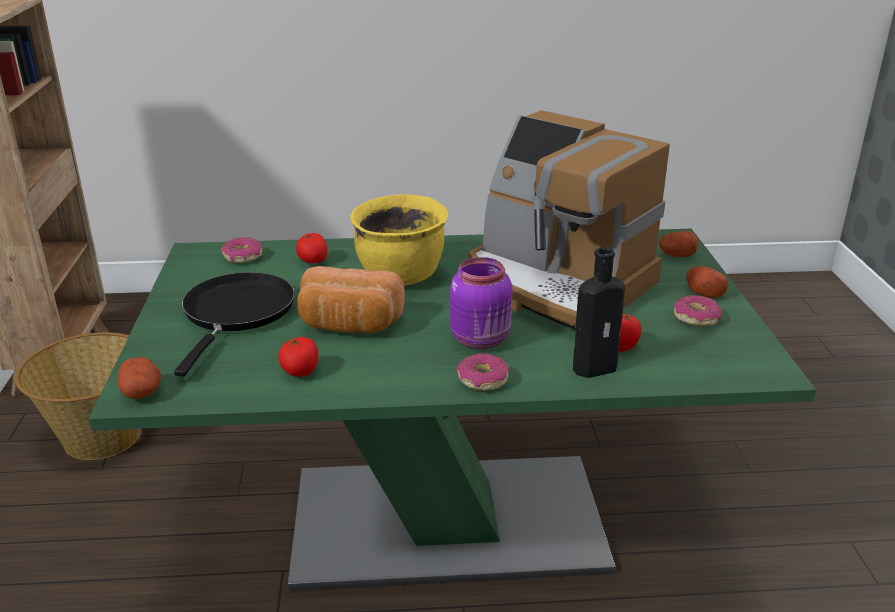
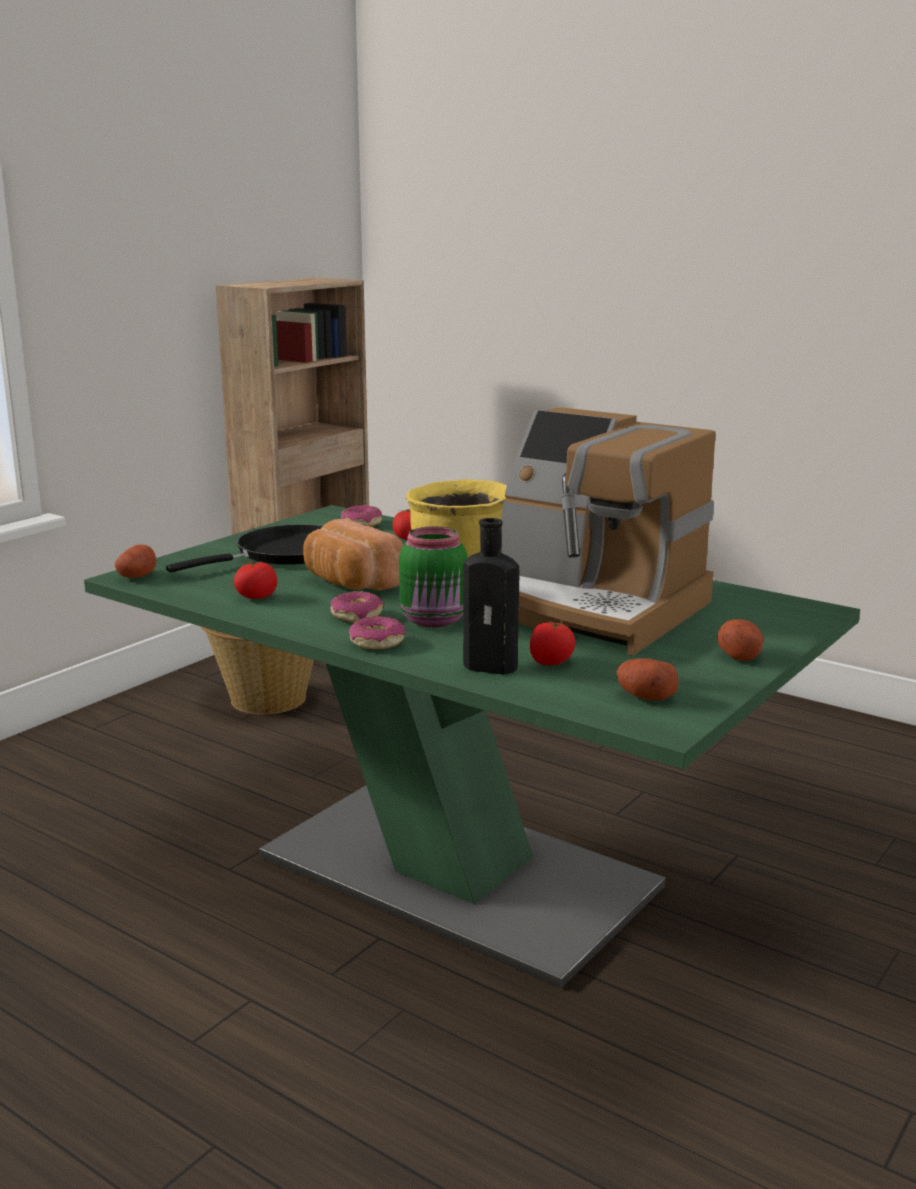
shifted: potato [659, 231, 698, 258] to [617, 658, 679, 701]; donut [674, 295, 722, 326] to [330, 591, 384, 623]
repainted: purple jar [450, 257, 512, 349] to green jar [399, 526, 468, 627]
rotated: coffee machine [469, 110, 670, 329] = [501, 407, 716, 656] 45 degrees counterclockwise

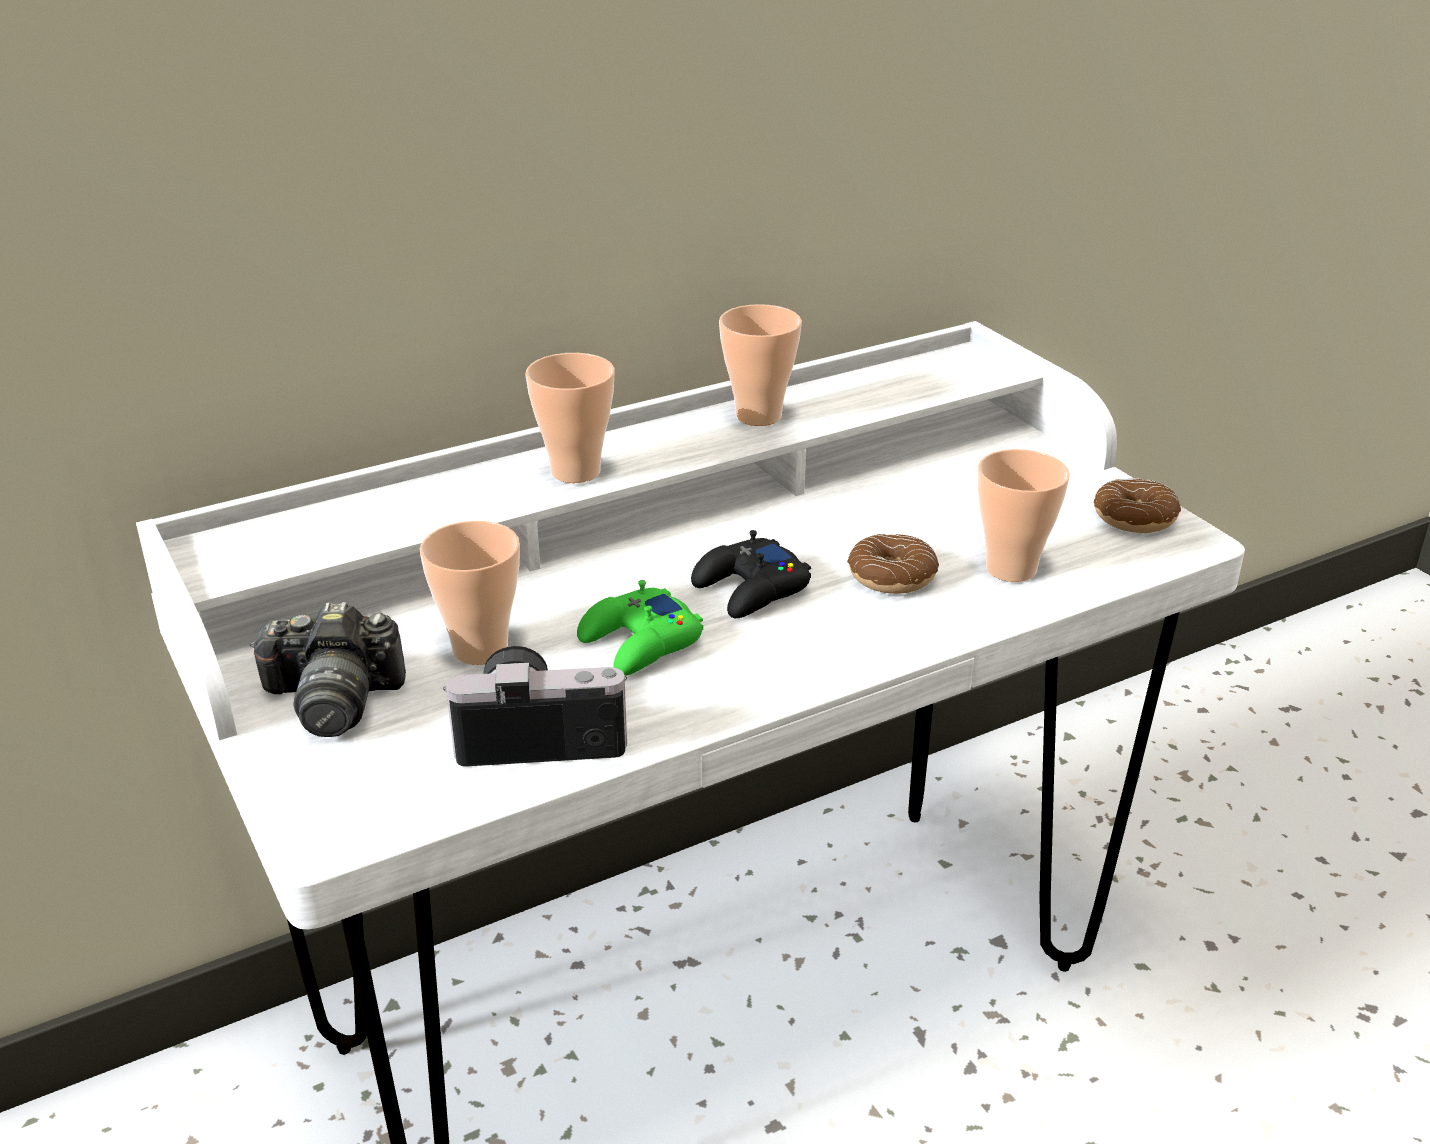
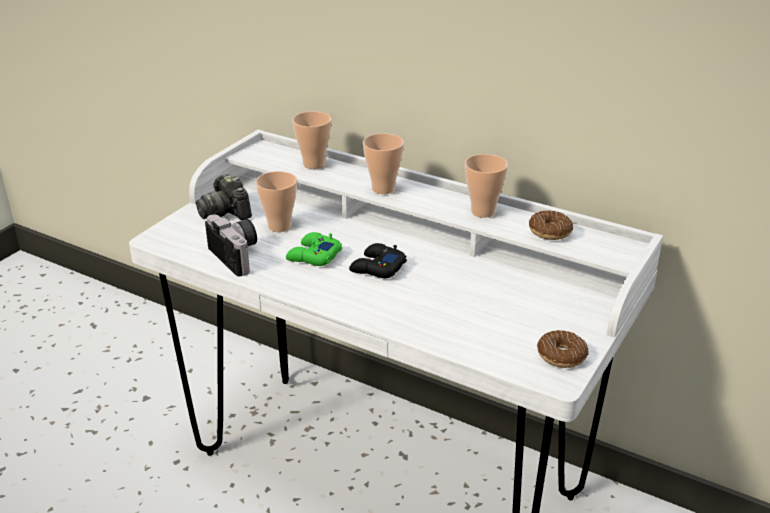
shifted: drinking cup [977, 449, 1070, 582] to [292, 111, 332, 169]; donut [847, 534, 939, 594] to [529, 211, 573, 240]

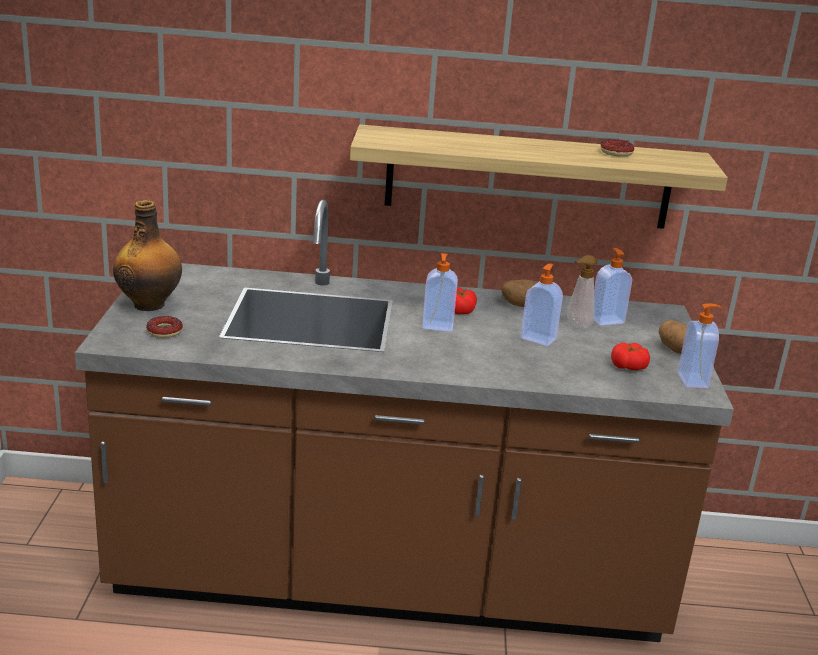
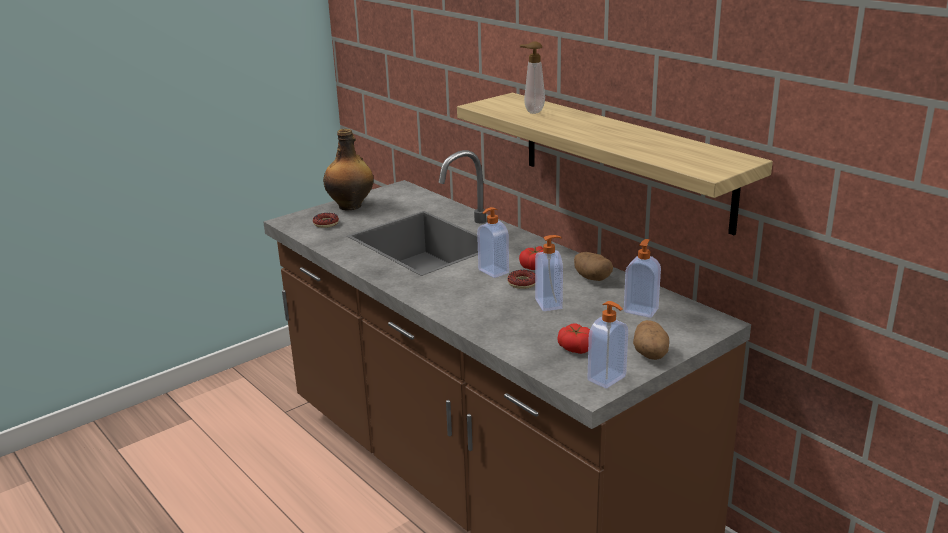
shifted: donut [601, 139, 634, 157] to [507, 270, 535, 289]; soap dispenser [567, 255, 597, 330] to [520, 41, 545, 114]

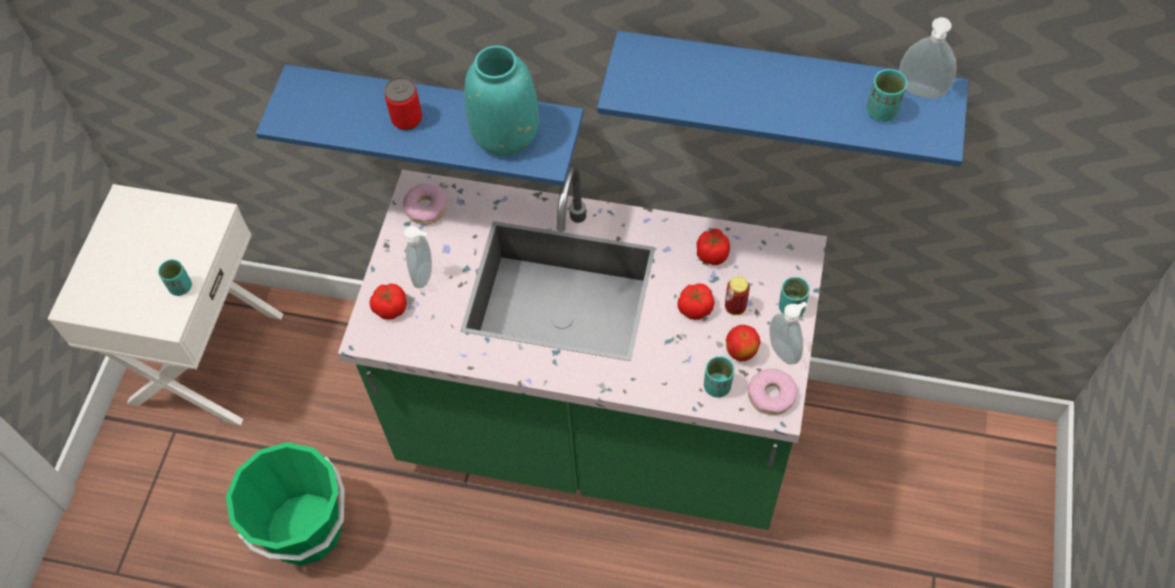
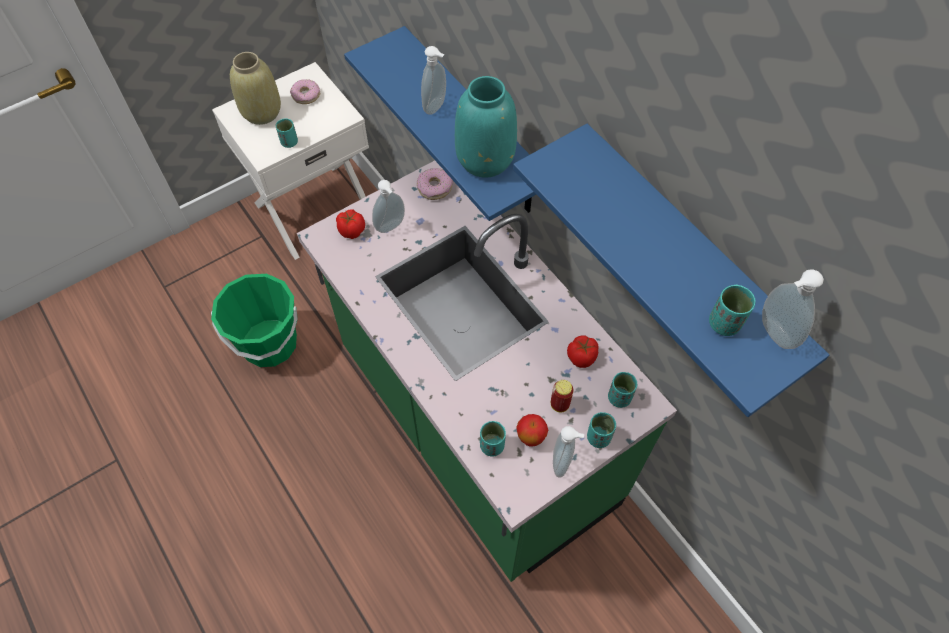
gone: whole tomato [677, 283, 715, 320]
new: sand-coloured vase [230, 52, 281, 125]; blue-green drinking cup [608, 372, 637, 408]
shifted: donut [748, 369, 797, 415] to [290, 79, 320, 104]
swapped: metal can [384, 77, 422, 130] to soap dispenser [421, 46, 446, 115]

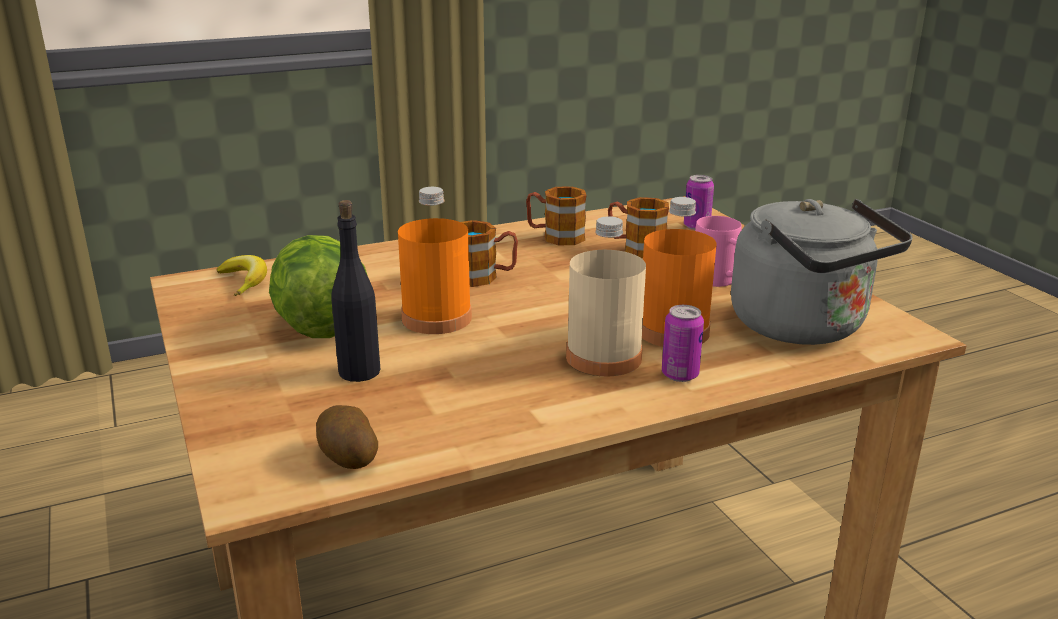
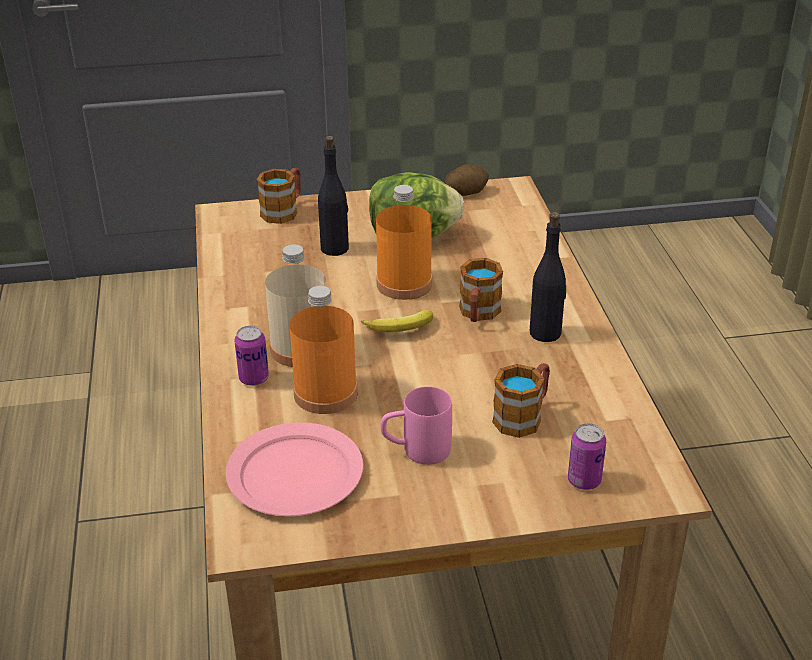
new: black drink bottle [530, 212, 566, 342]
shifted: coffee mug [526, 186, 587, 245] to [257, 168, 301, 224]; banana fruit [216, 255, 267, 296] to [361, 310, 433, 332]; potato [316, 405, 378, 469] to [445, 165, 489, 196]
swapped: grey water kettle [731, 199, 913, 345] to pinkish dinner plate [226, 422, 363, 516]

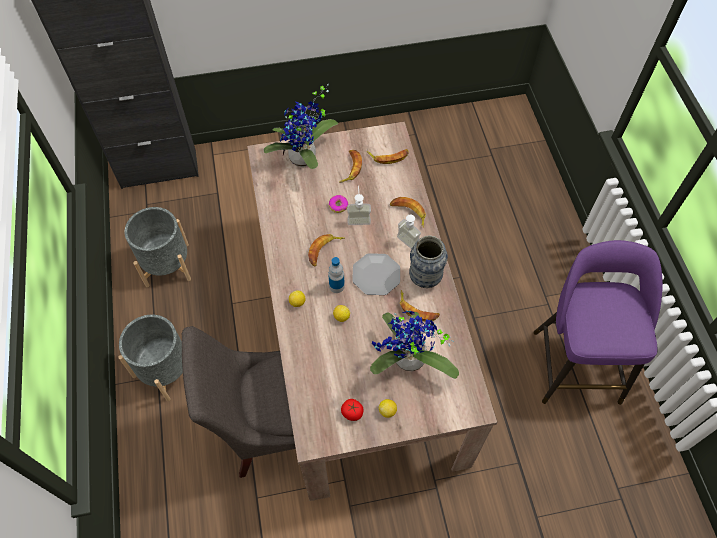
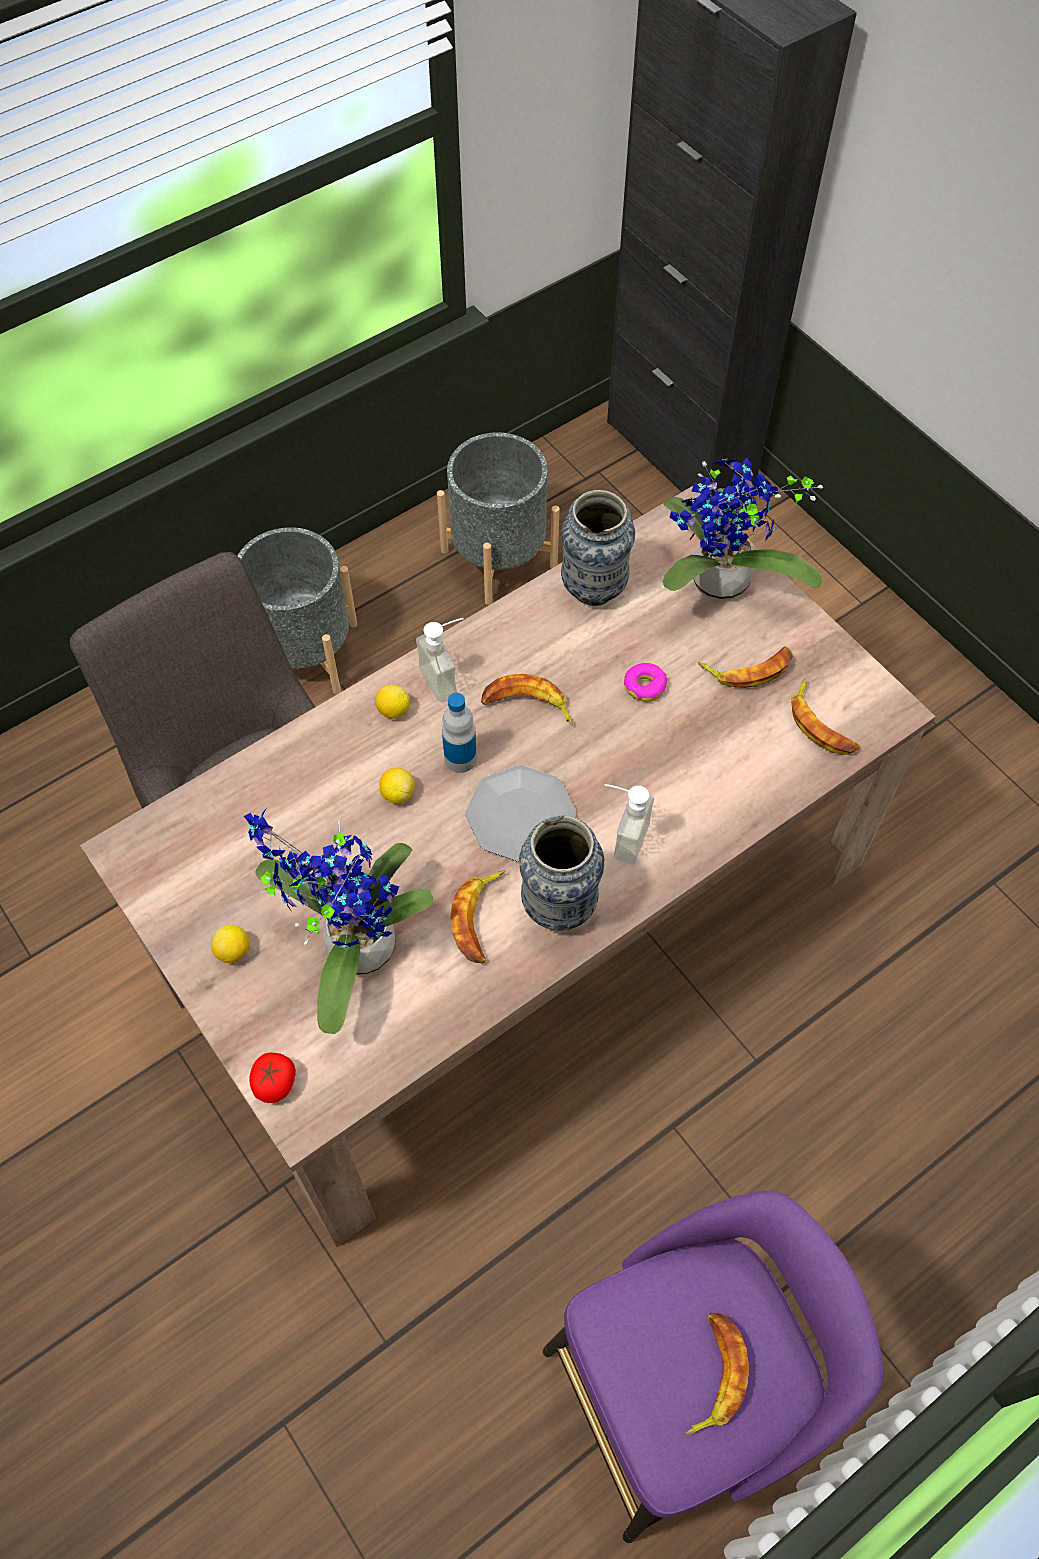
new: vase [561, 490, 635, 606]
shifted: soap dispenser [347, 186, 371, 225] to [416, 618, 464, 702]; banana fruit [390, 197, 426, 228] to [685, 1313, 749, 1435]; whole tomato [341, 399, 364, 421] to [249, 1053, 296, 1103]

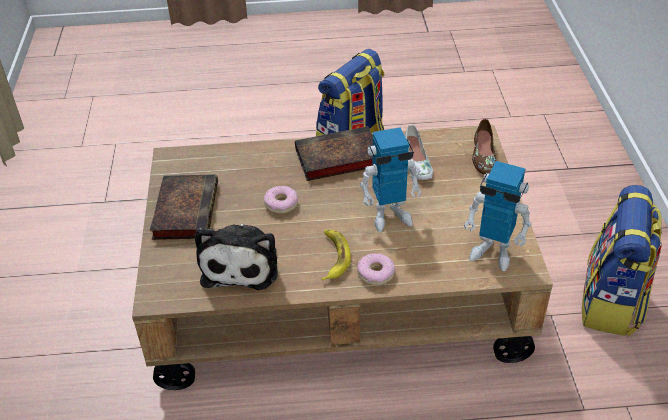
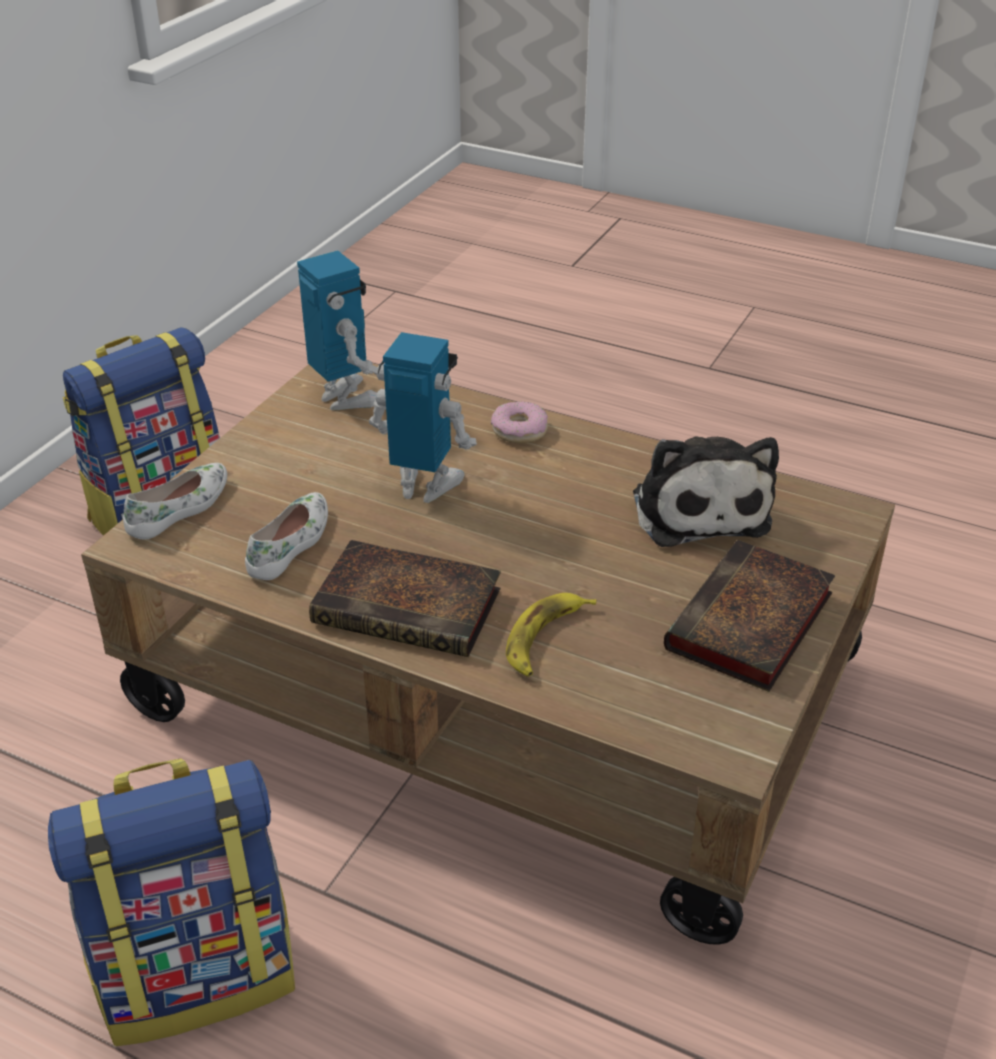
gone: donut [264, 186, 298, 214]
shifted: banana fruit [321, 230, 351, 281] to [506, 593, 596, 677]
repainted: brownish low shoe [472, 119, 497, 174] to white-coloured low shoe [123, 463, 227, 540]
rotated: cuddly toy [195, 224, 278, 290] = [633, 437, 779, 547] 135 degrees clockwise

